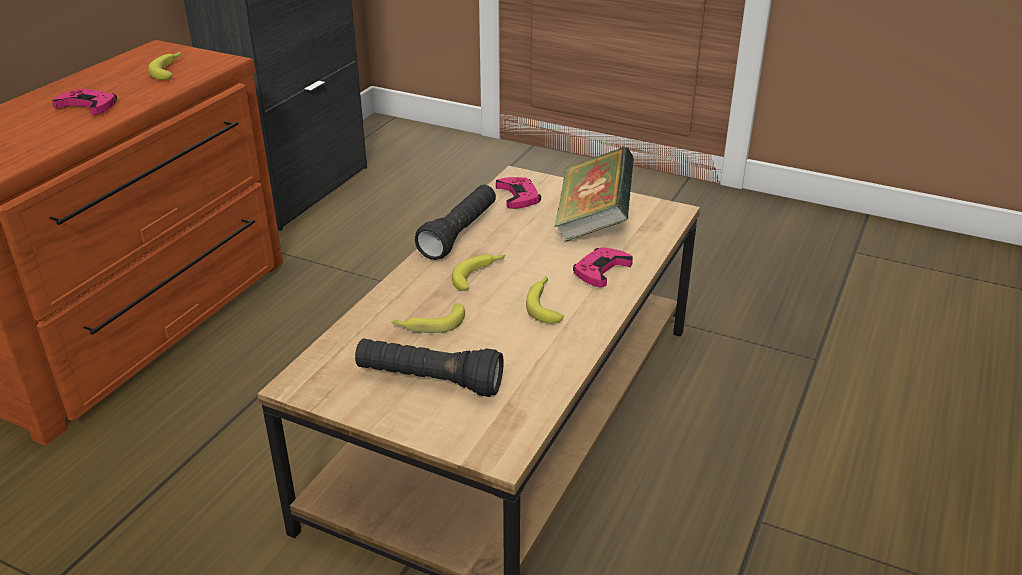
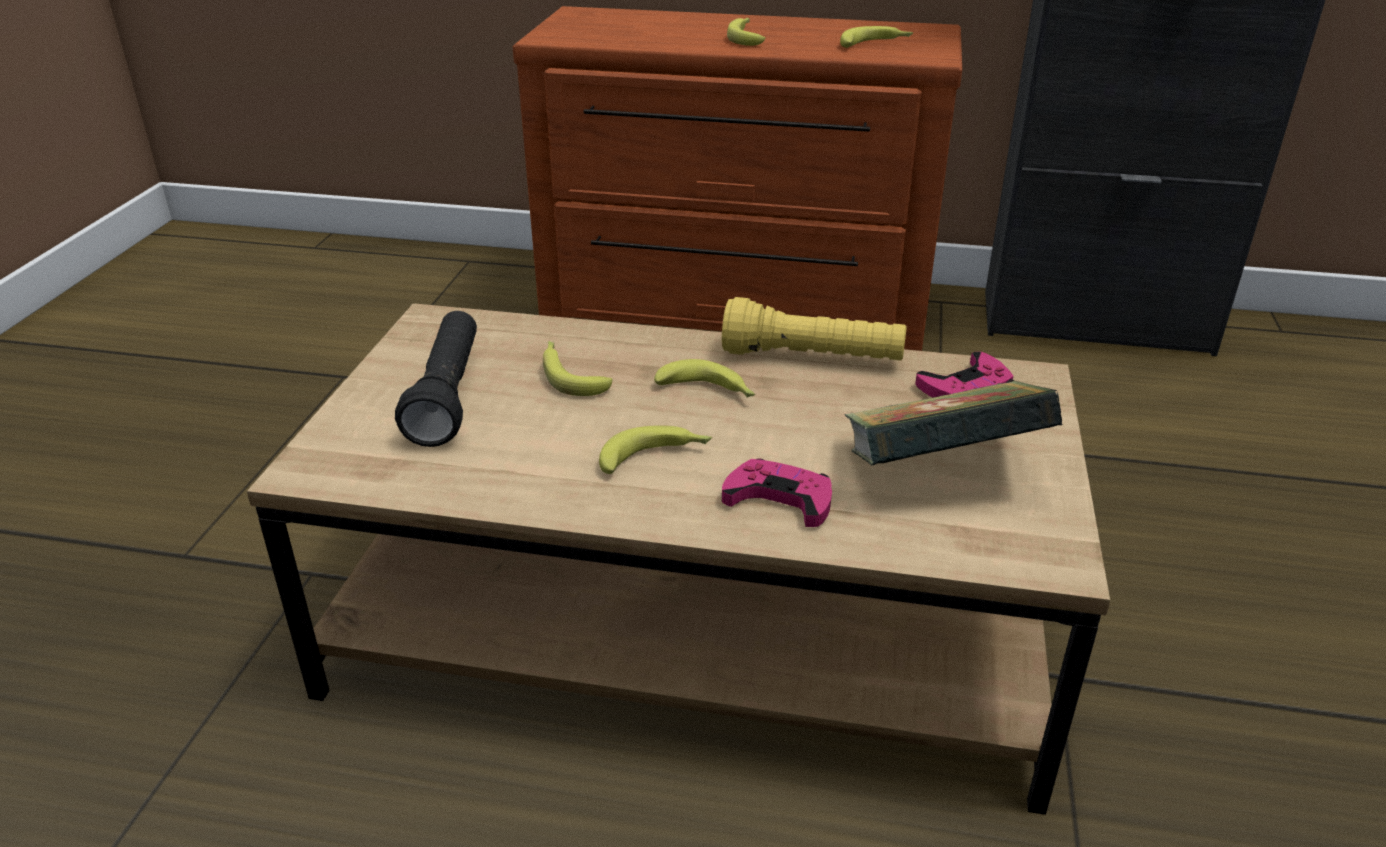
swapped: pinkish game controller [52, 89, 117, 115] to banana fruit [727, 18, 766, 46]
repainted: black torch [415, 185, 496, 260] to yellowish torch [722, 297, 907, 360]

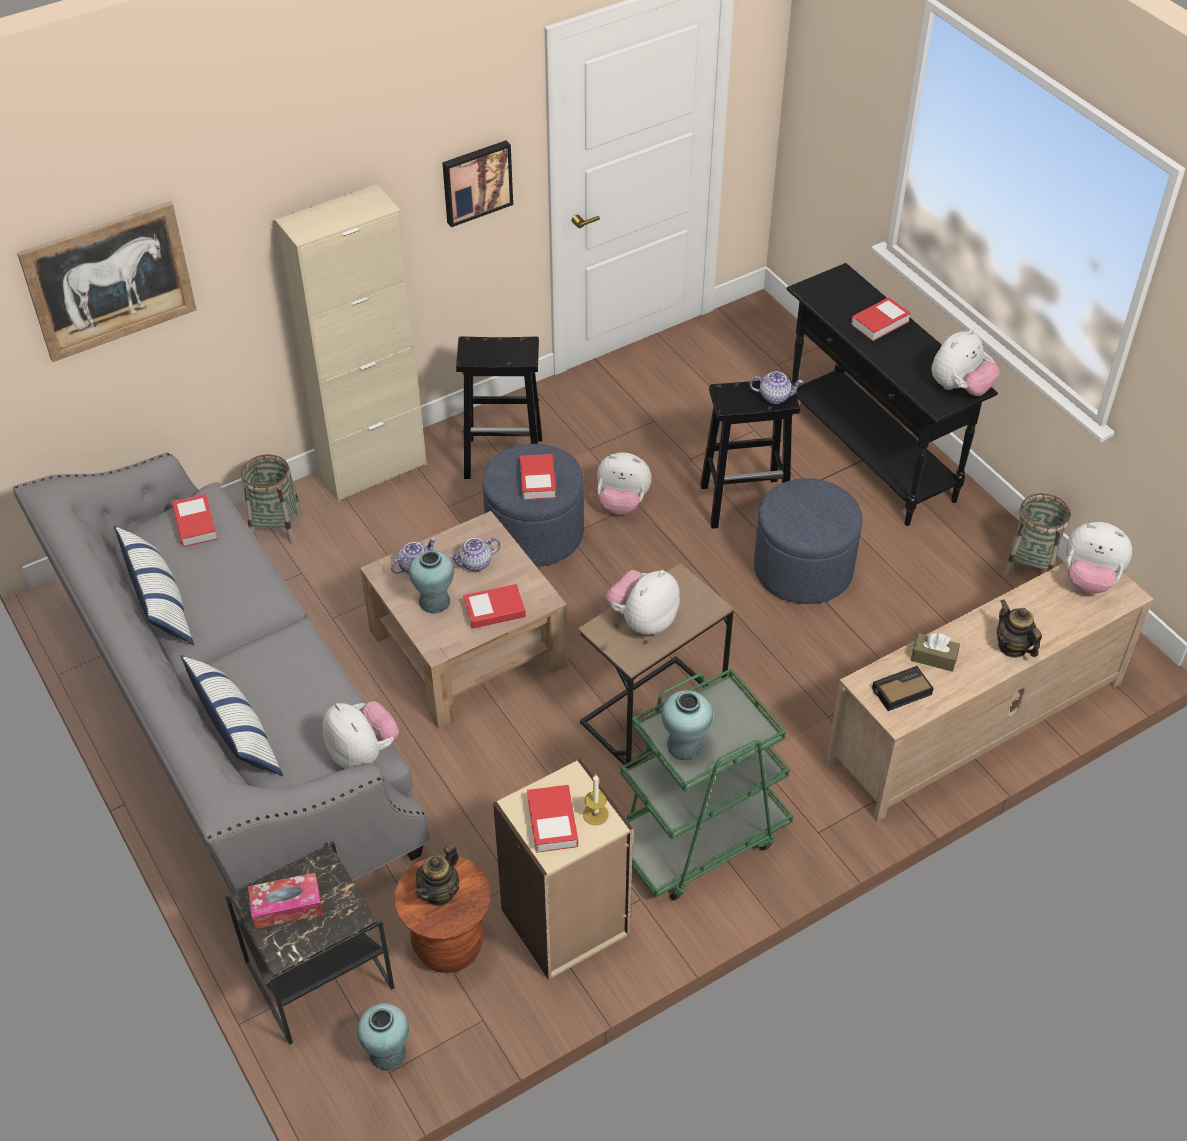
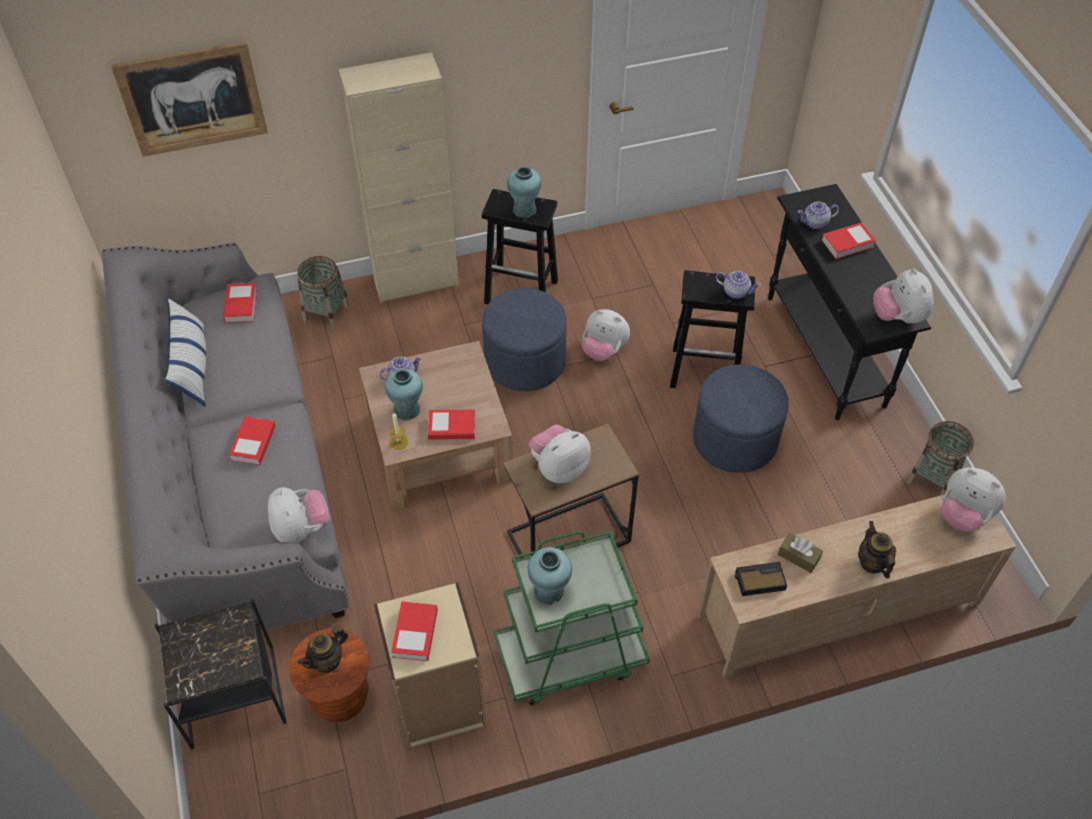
gone: picture [442, 140, 513, 227]; cushion [181, 655, 283, 776]; tissue holder [248, 873, 323, 929]
shifted: book [520, 454, 556, 500] to [229, 417, 276, 465]; teapot [449, 538, 500, 571] to [798, 202, 839, 229]; wax light [583, 774, 608, 825] to [389, 413, 408, 450]; blue-green vase [357, 1003, 409, 1071] to [507, 166, 542, 218]
rotated: cuddly toy [932, 329, 999, 396] = [873, 268, 934, 323] 105 degrees clockwise

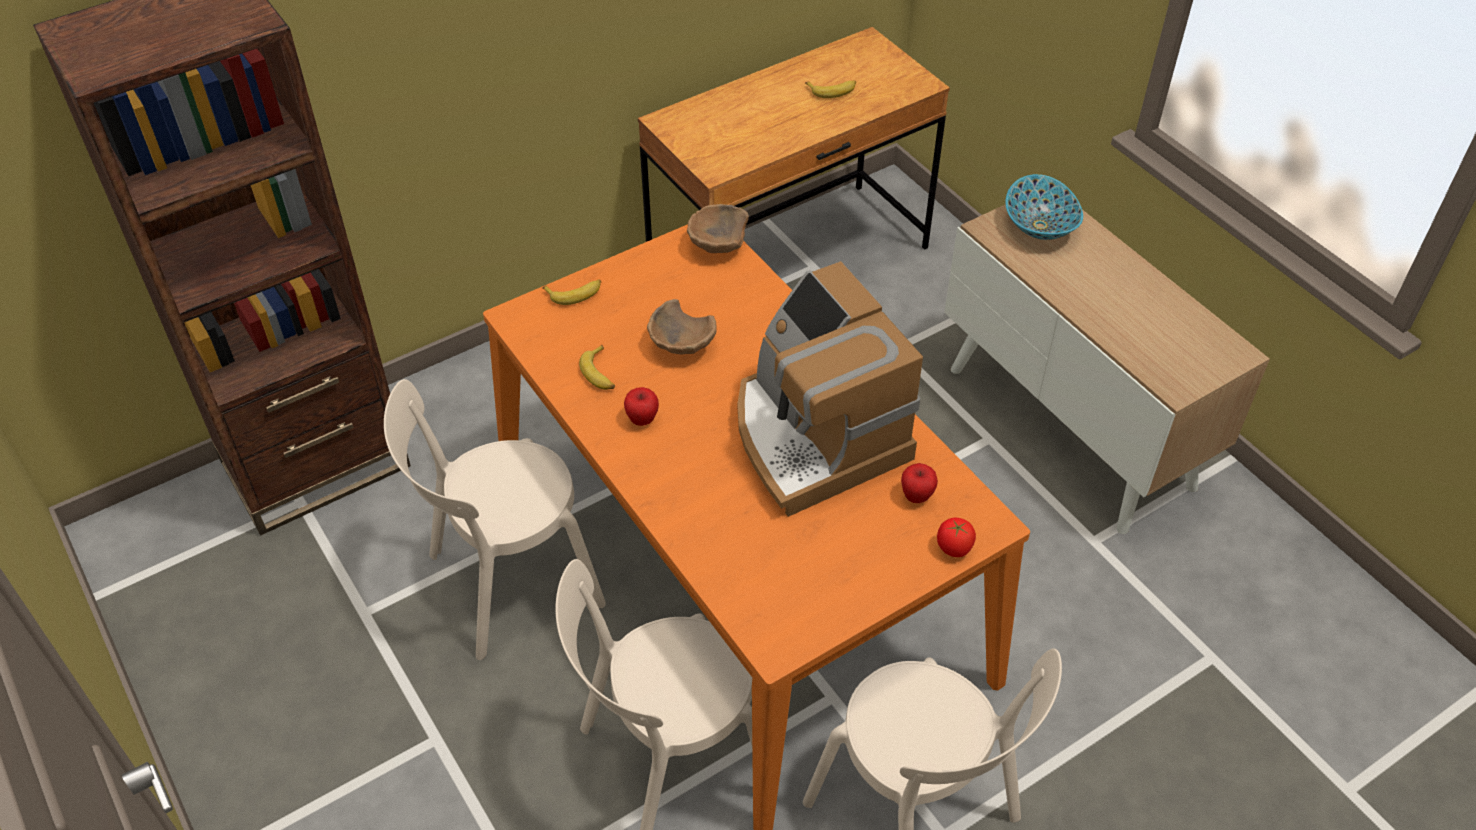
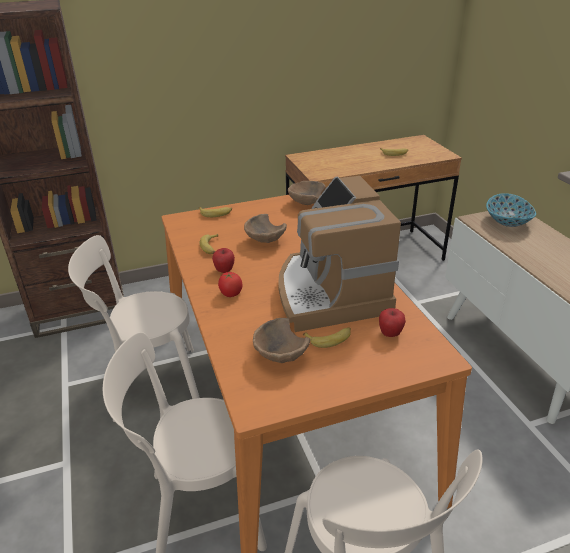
new: brownish serving bowl [253, 318, 310, 363]; banana fruit [303, 327, 351, 348]
shifted: whole tomato [937, 518, 976, 557] to [218, 272, 242, 297]

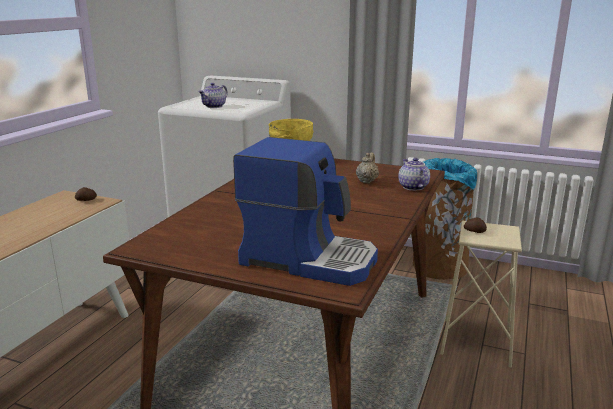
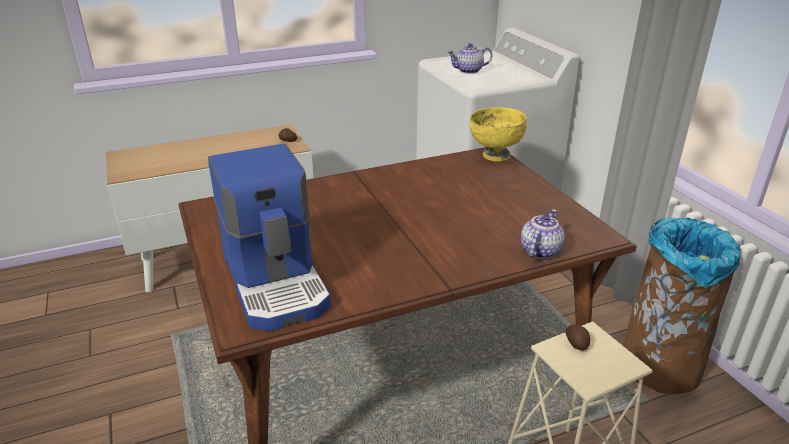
gone: sand-coloured teapot [356, 152, 379, 184]

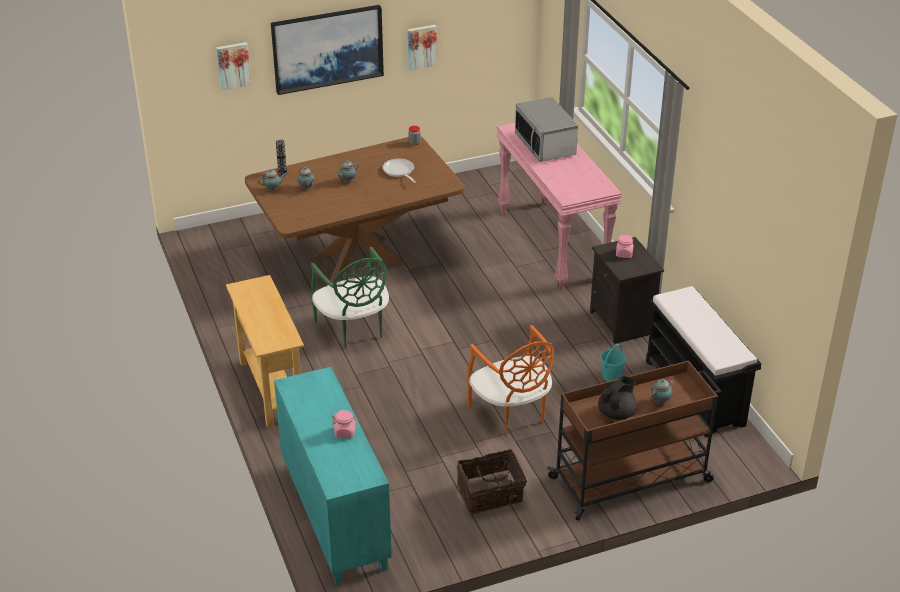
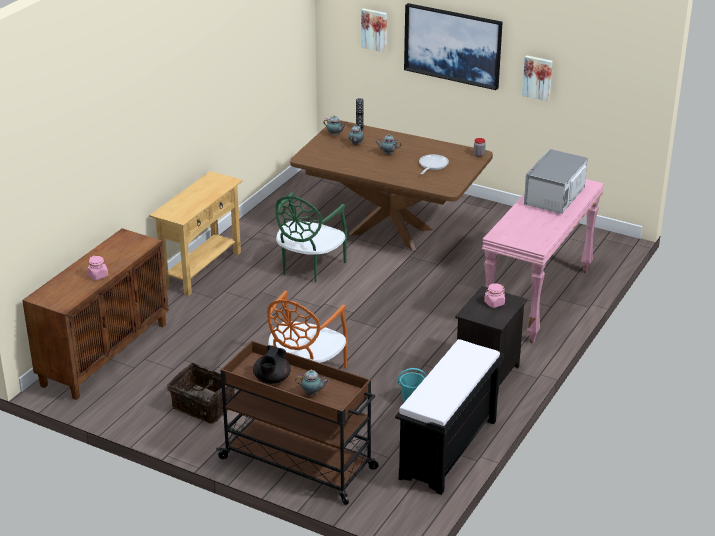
repainted: blue-green cupboard [274, 367, 392, 585] to brownish cupboard [22, 228, 169, 400]
rotated: black teapot [598, 376, 637, 420] = [253, 345, 291, 384] 105 degrees clockwise

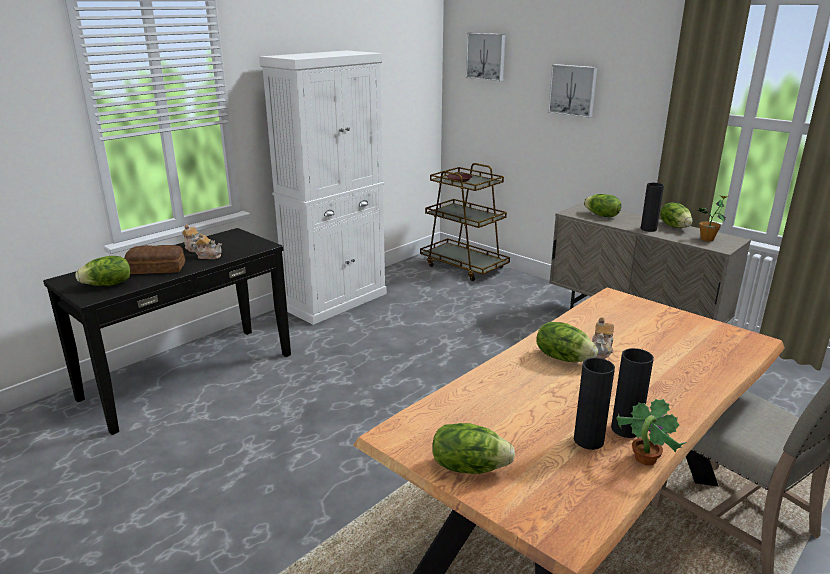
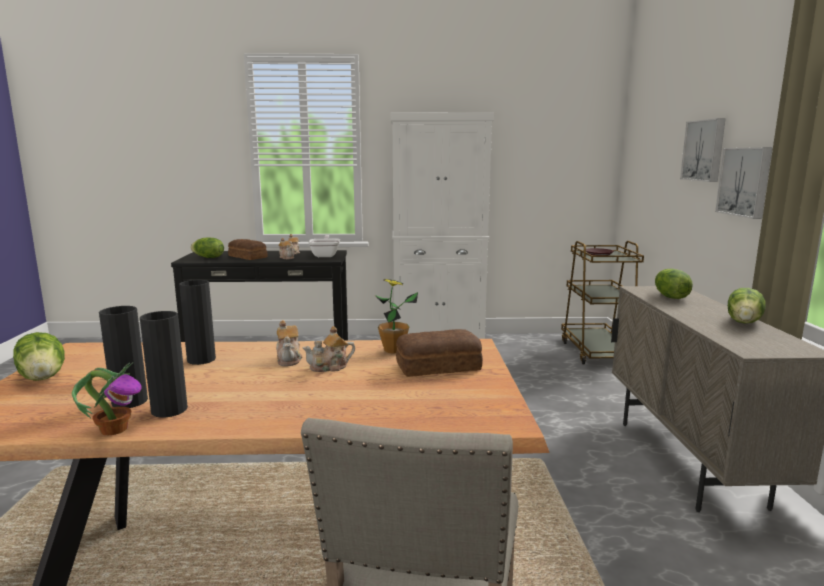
new: skillet [308, 235, 340, 257]; bakery bread [396, 329, 483, 377]
shifted: picture [466, 33, 506, 81] to [715, 147, 773, 219]; black vase [641, 183, 664, 232] to [179, 280, 216, 365]; houseplant [698, 195, 727, 242] to [375, 279, 418, 354]
swapped: lettuce [536, 322, 598, 362] to teapot [276, 320, 302, 366]

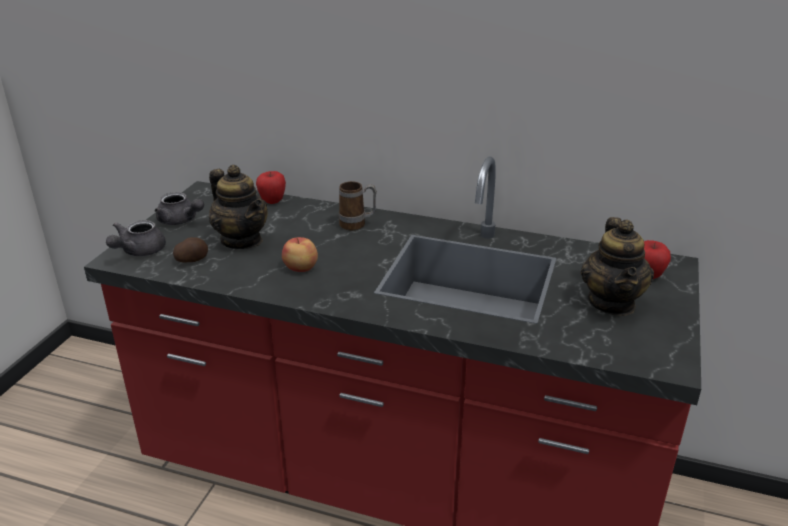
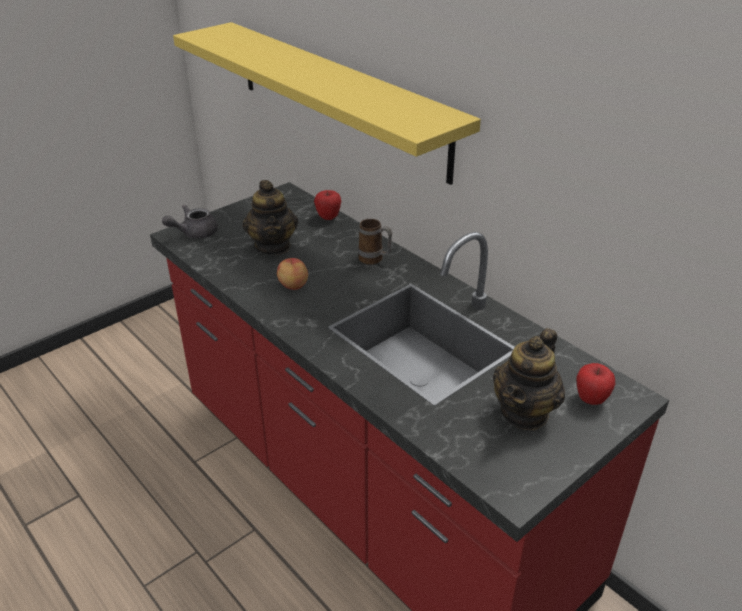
gone: grey teapot [155, 192, 204, 225]; potato [173, 237, 208, 263]
new: yellowish shelf [173, 22, 481, 185]

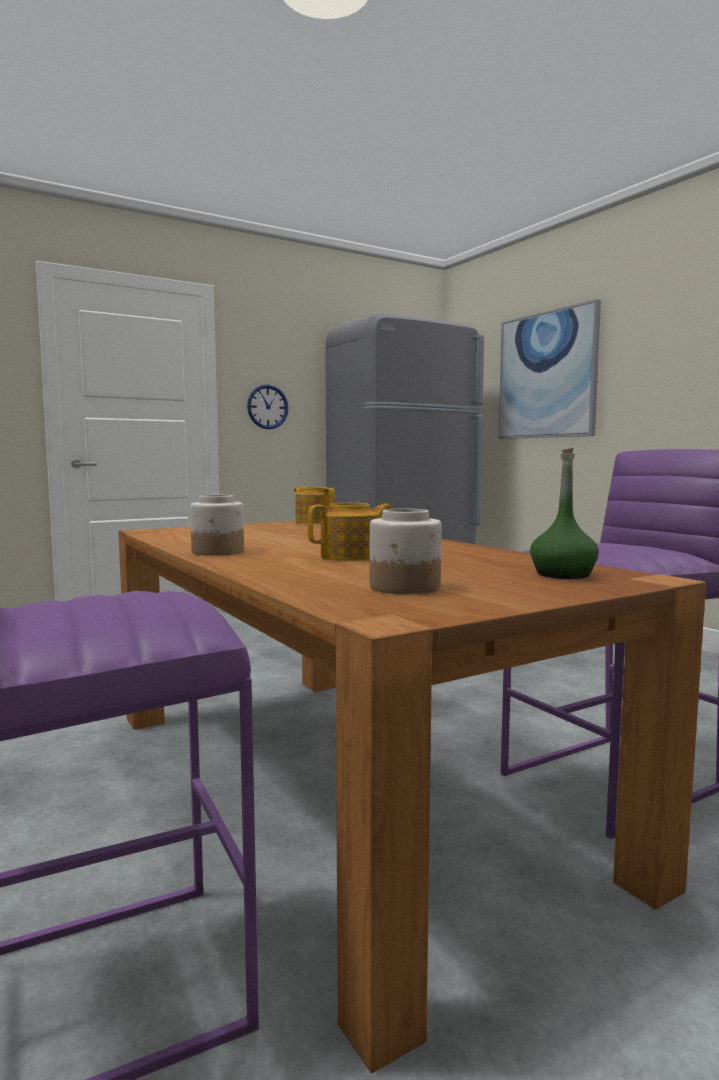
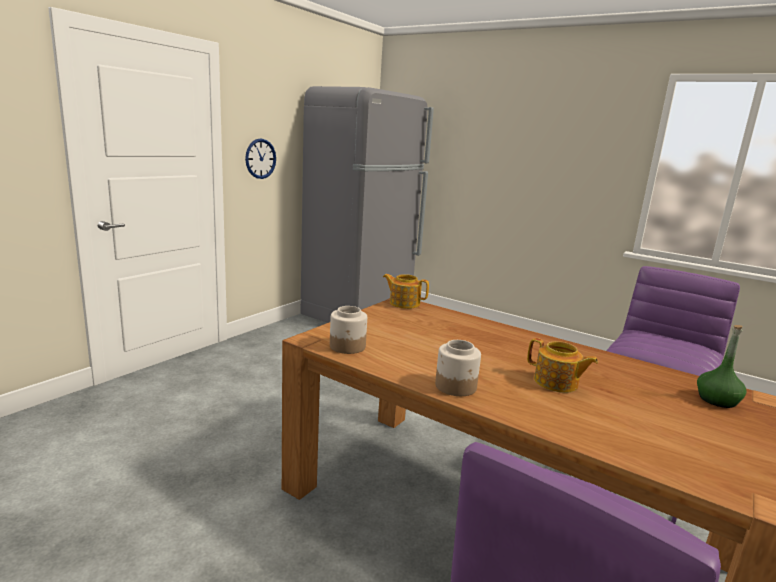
gone: picture [499, 299, 601, 439]
shifted: jar [370, 509, 441, 594] to [330, 306, 367, 354]
rotated: teapot [307, 503, 392, 561] = [527, 338, 598, 393] 90 degrees clockwise

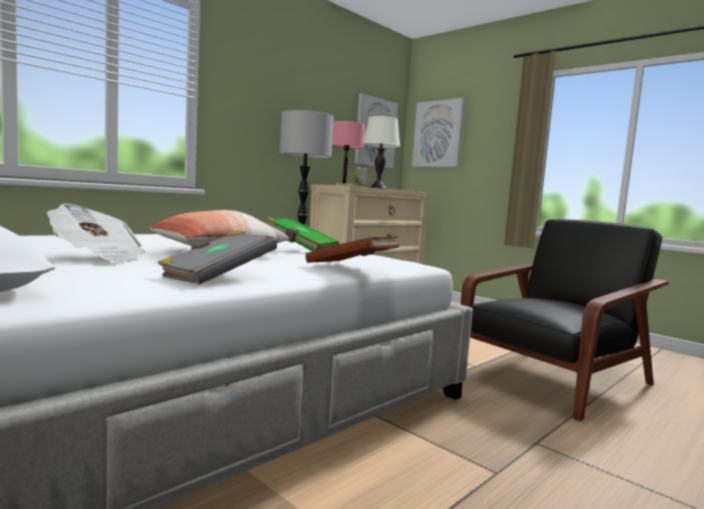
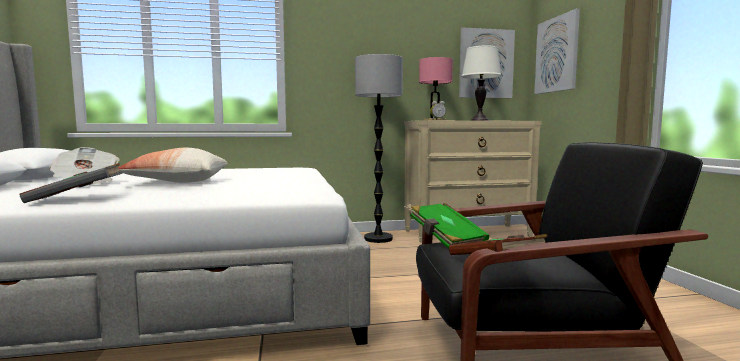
shifted: green book [266, 218, 339, 251] to [410, 203, 489, 249]; brownish book [305, 235, 399, 263] to [449, 234, 547, 255]

